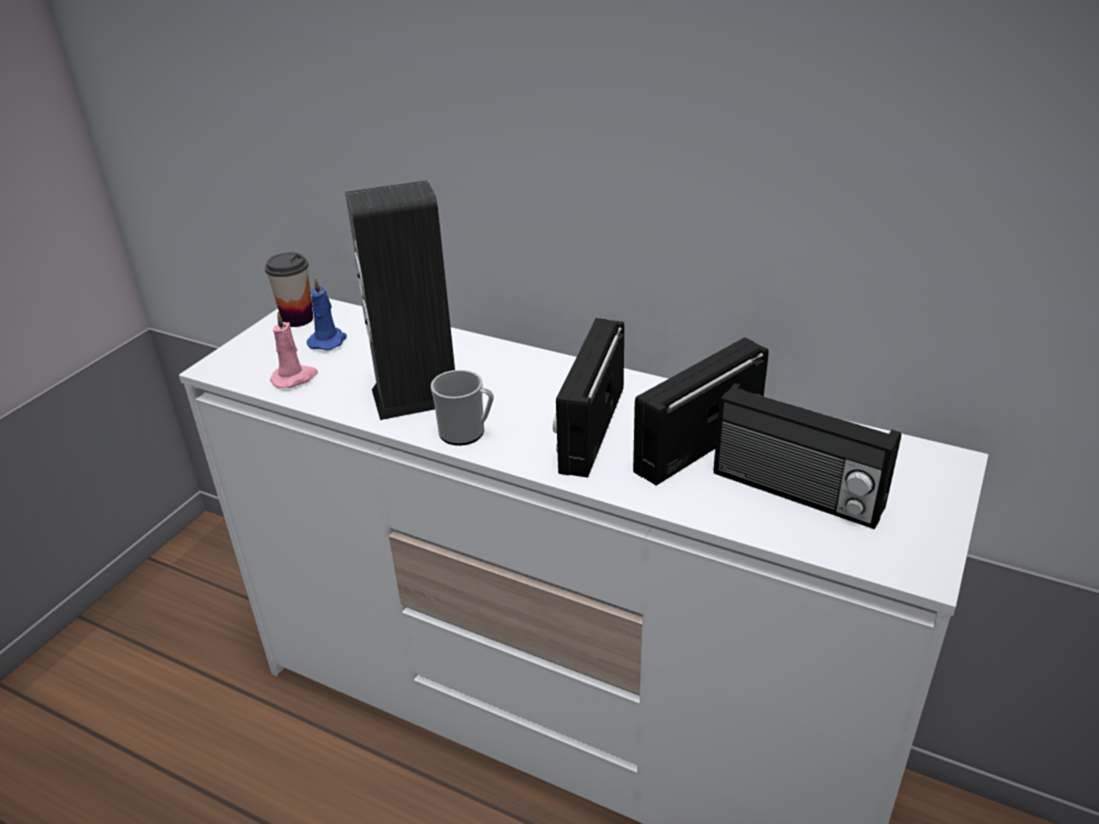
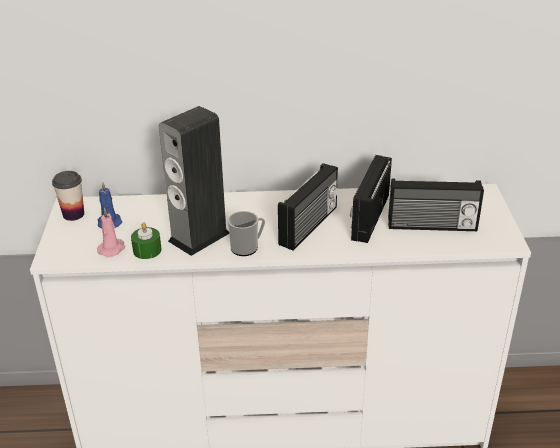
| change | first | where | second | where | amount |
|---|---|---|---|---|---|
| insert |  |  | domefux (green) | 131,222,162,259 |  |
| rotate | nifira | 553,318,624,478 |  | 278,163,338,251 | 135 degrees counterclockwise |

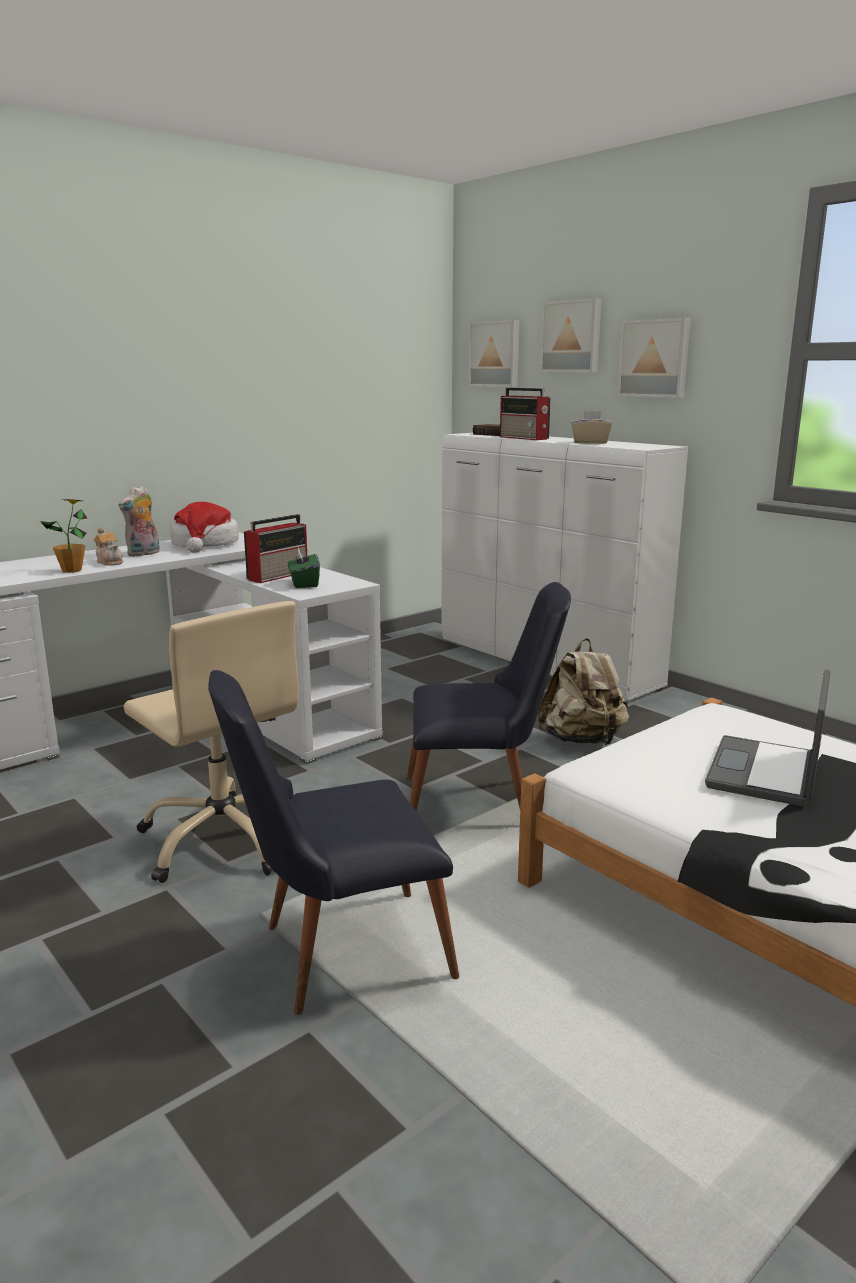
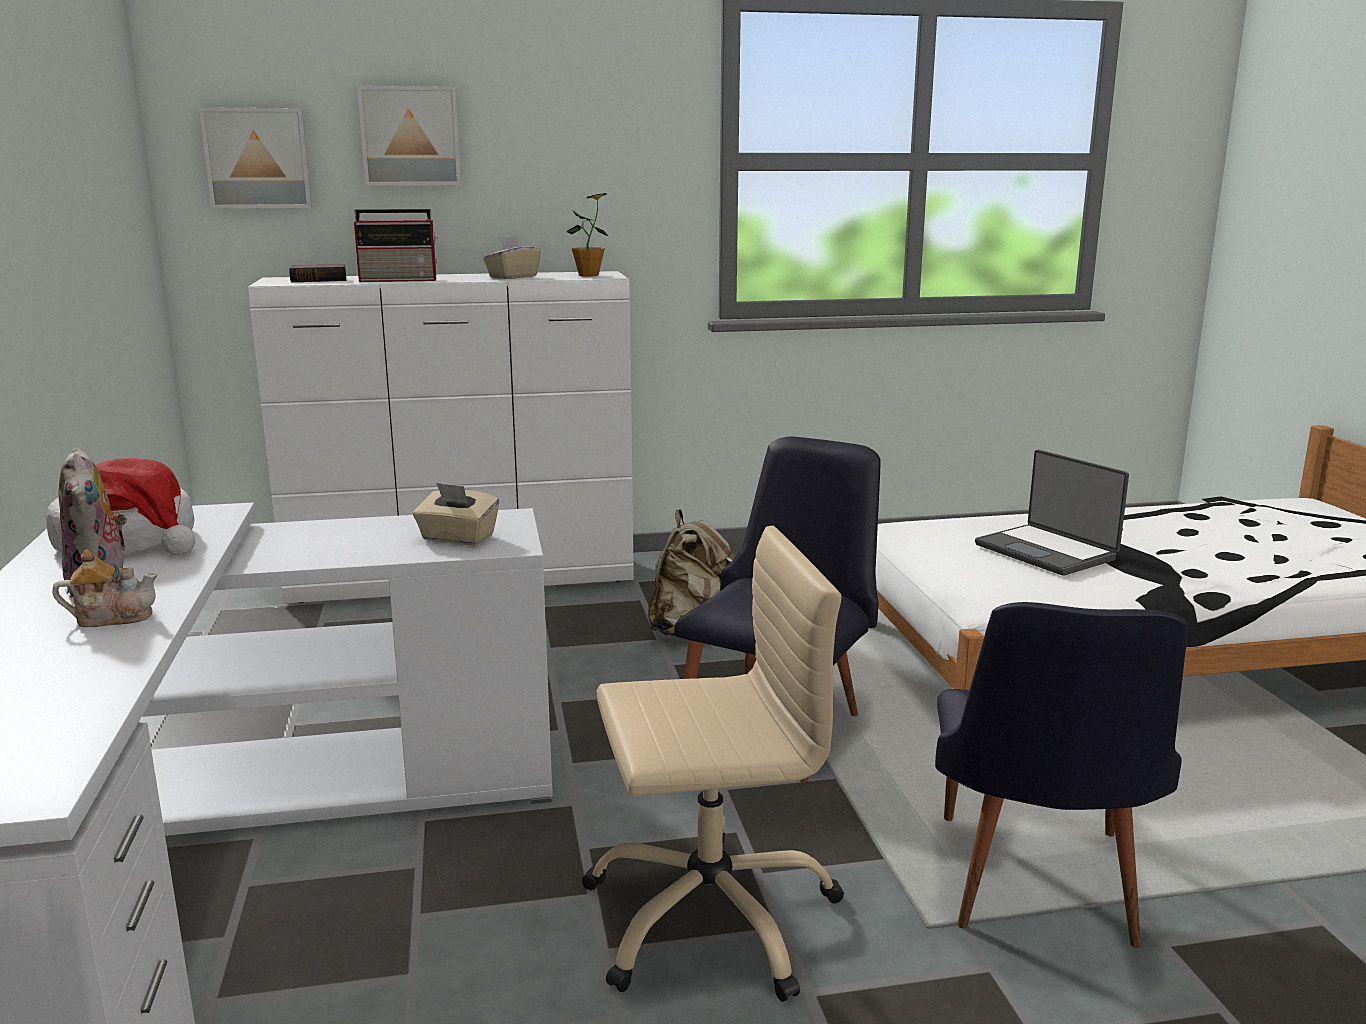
| change | first | where | second | where | amount |
|---|---|---|---|---|---|
| delete | nifira | 244,514,307,583 |  |  |  |
| delete | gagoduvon | 617,318,691,398 |  |  |  |
| move | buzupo | 40,499,87,573 |  | 566,193,609,277 |  |
| recolor | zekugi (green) | 288,548,320,588 | zekugi (beige) | 413,483,499,545 |  |

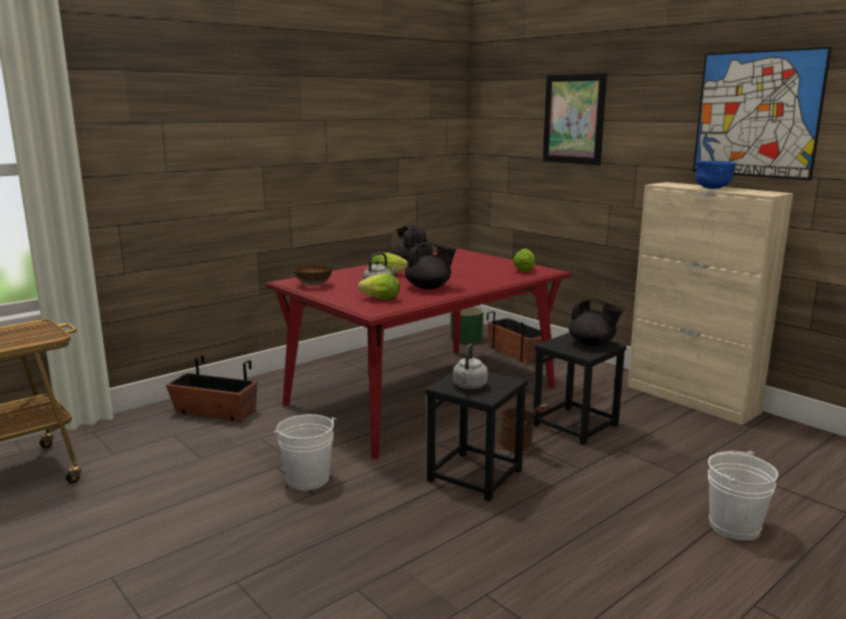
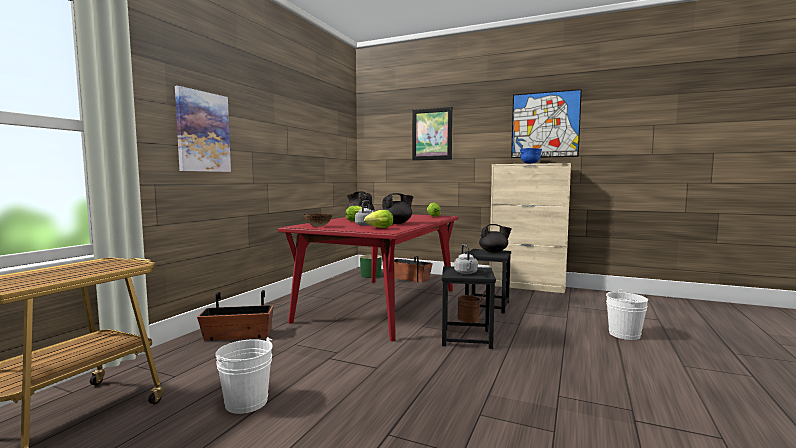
| change | first | where | second | where | amount |
|---|---|---|---|---|---|
| insert |  |  | gagoduvon | 175,86,231,172 |  |
| move | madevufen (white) | 274,414,337,490 |  | 215,337,273,414 |  |

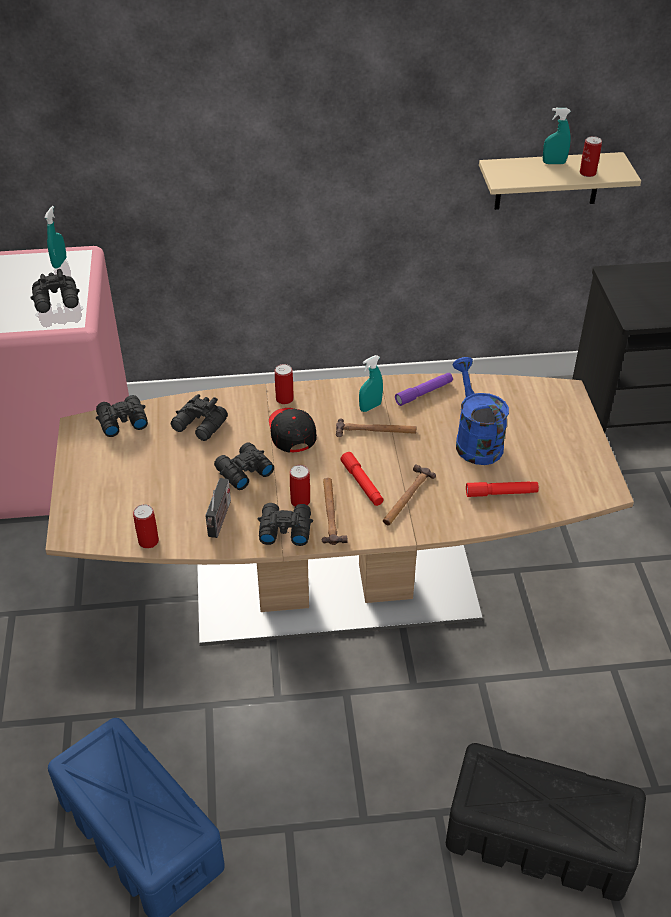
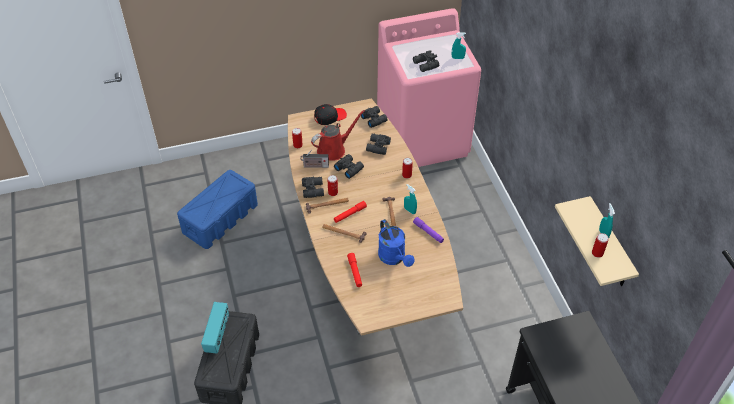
| change | first | where | second | where | amount |
|---|---|---|---|---|---|
| insert |  |  | nifira | 201,302,229,354 |  |
| insert |  |  | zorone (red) | 311,110,365,161 |  |
| move | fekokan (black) | 269,408,317,453 |  | 314,104,347,125 |  |
| rotate | zorone (blue) | 453,357,509,465 |  | 378,219,414,267 | 90 degrees clockwise |

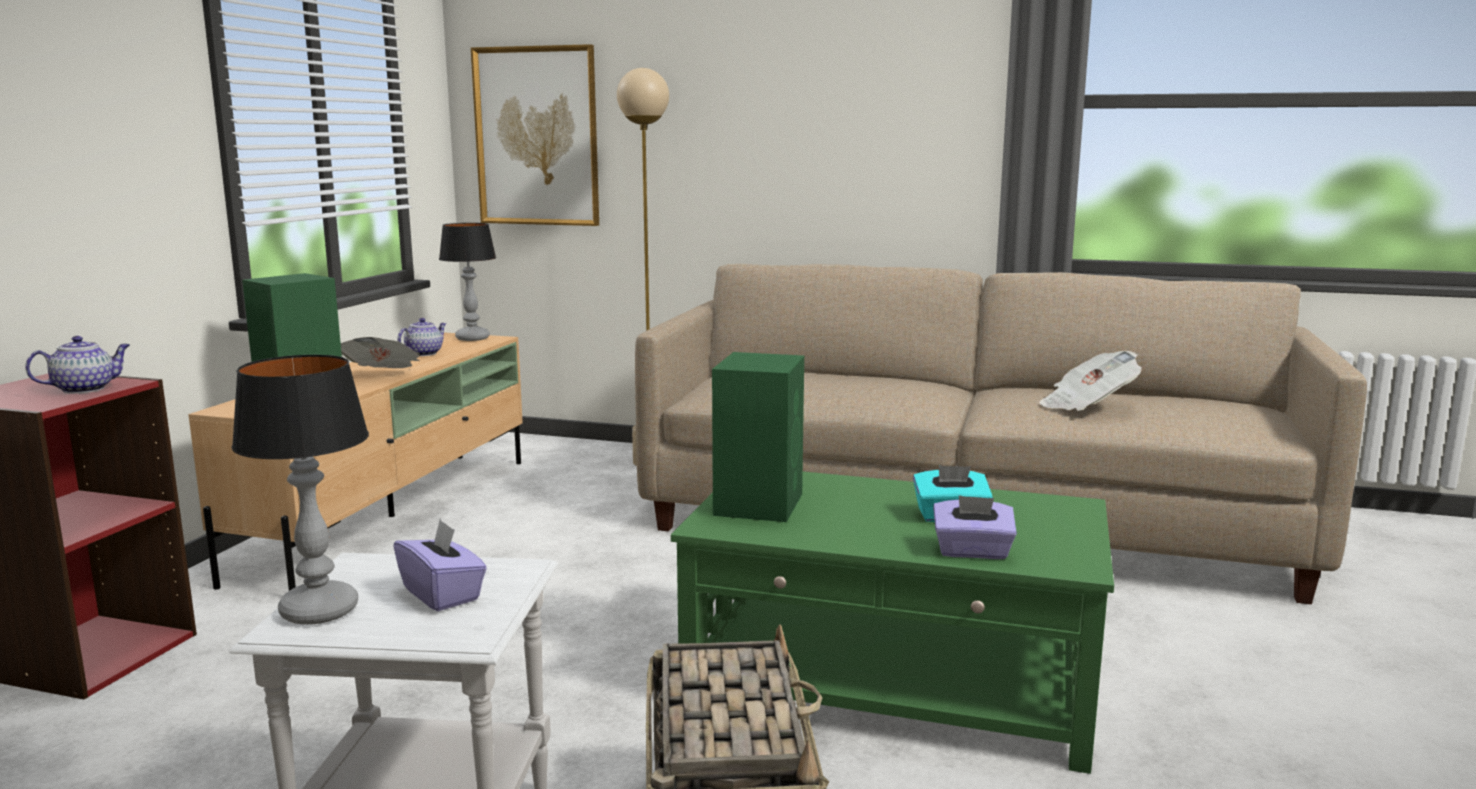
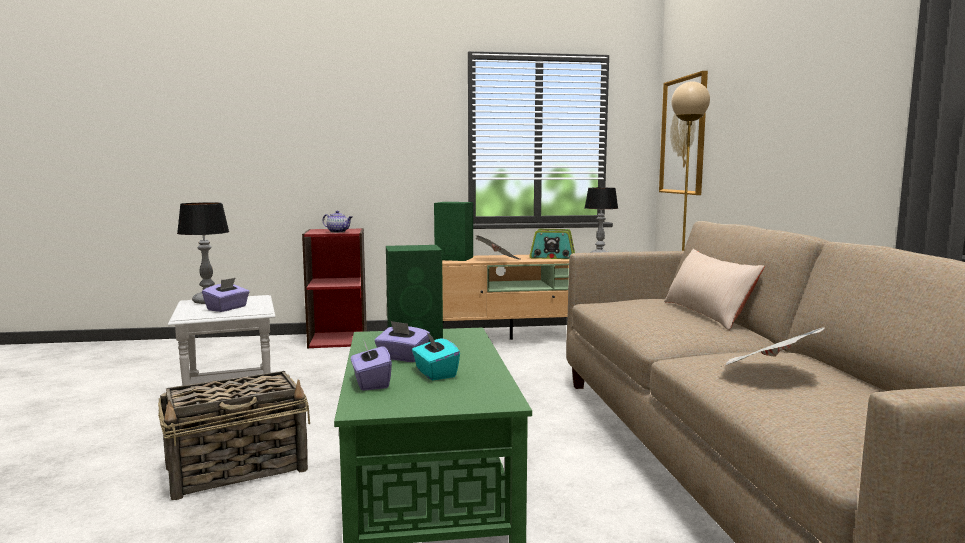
| change | first | where | second | where | amount |
|---|---|---|---|---|---|
| insert |  |  | zekugi (purple) | 375,321,430,362 |  |
| insert |  |  | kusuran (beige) | 664,249,764,330 |  |
| replace | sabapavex | 397,318,447,356 | nifira | 529,229,575,259 |  |

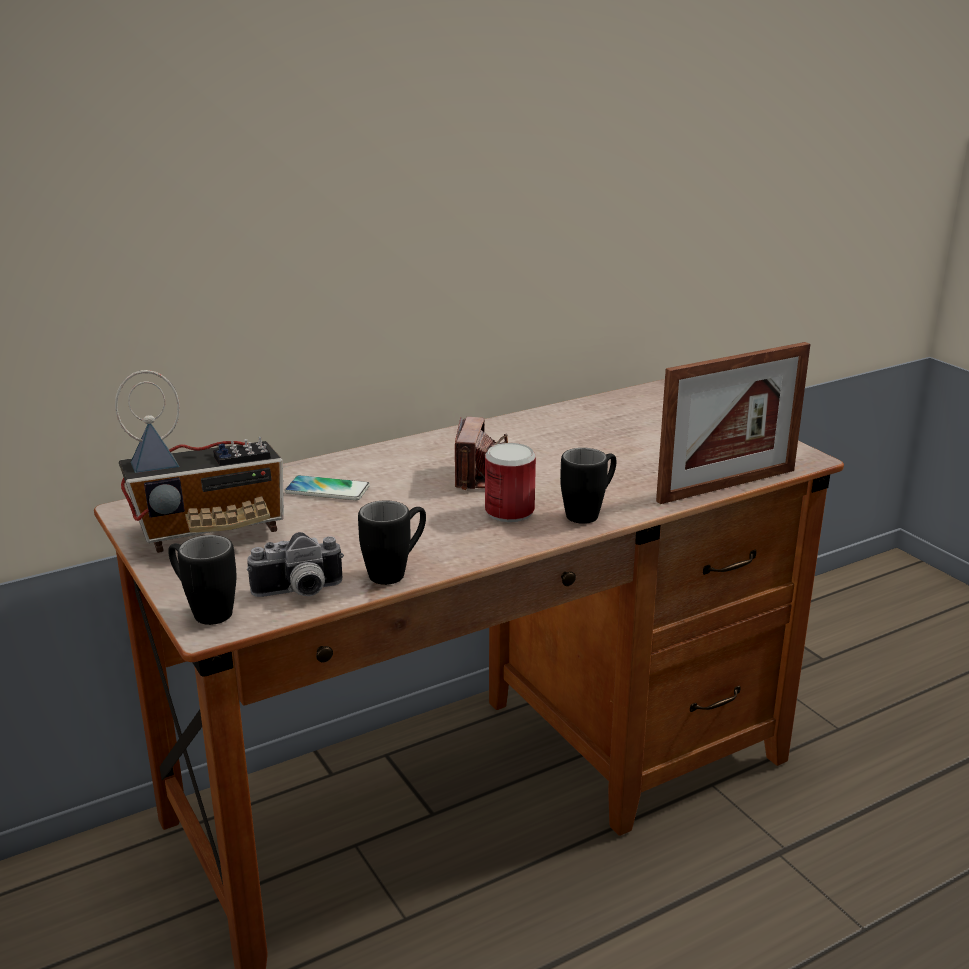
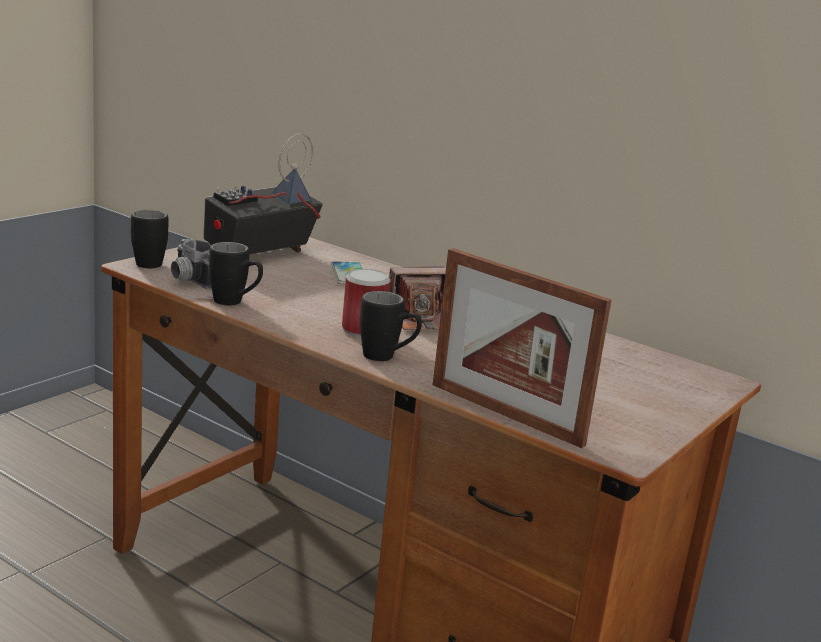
| change | first | where | second | where | amount |
|---|---|---|---|---|---|
| rotate | nifira | 115,370,284,553 |  | 203,133,323,254 | 90 degrees clockwise |

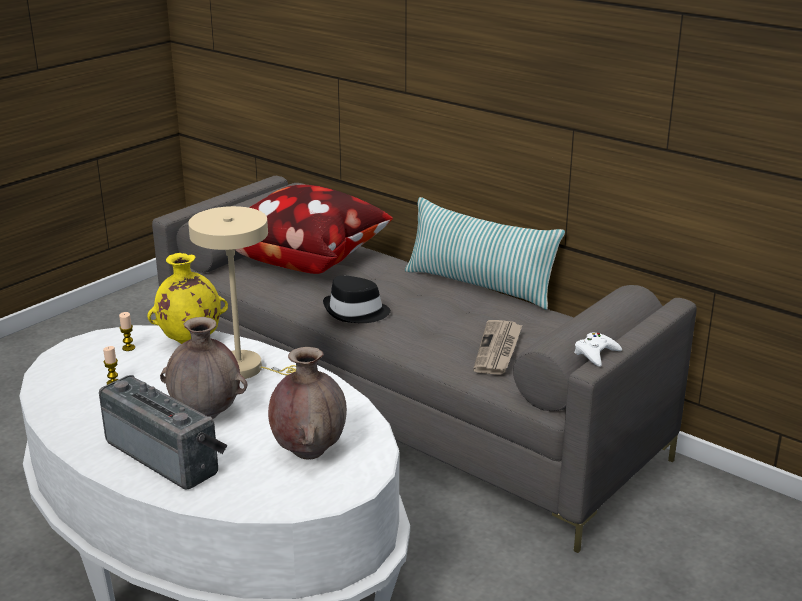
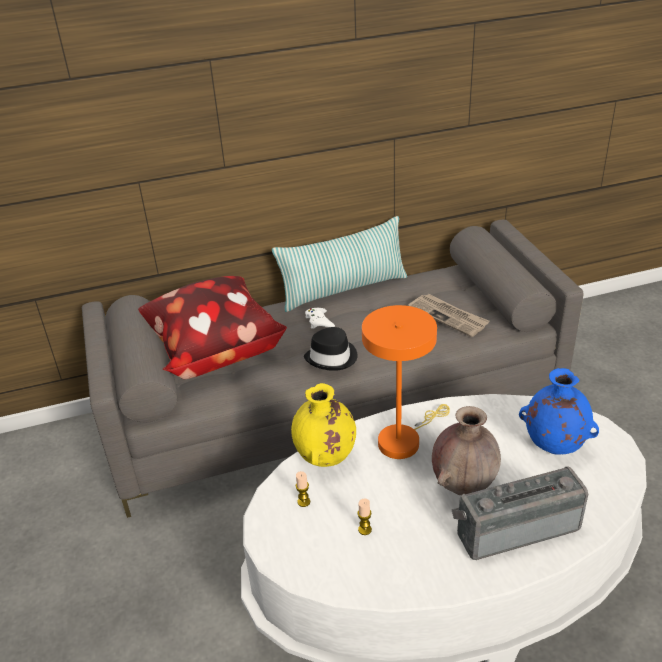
| change | first | where | second | where | amount |
|---|---|---|---|---|---|
| move | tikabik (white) | 574,332,622,367 |  | 305,308,335,329 |  |
| recolor | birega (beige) | 188,206,296,379 | birega (orange) | 362,305,450,459 |  |
| recolor | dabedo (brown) | 268,347,347,460 | dabedo (blue) | 519,368,599,455 |  |

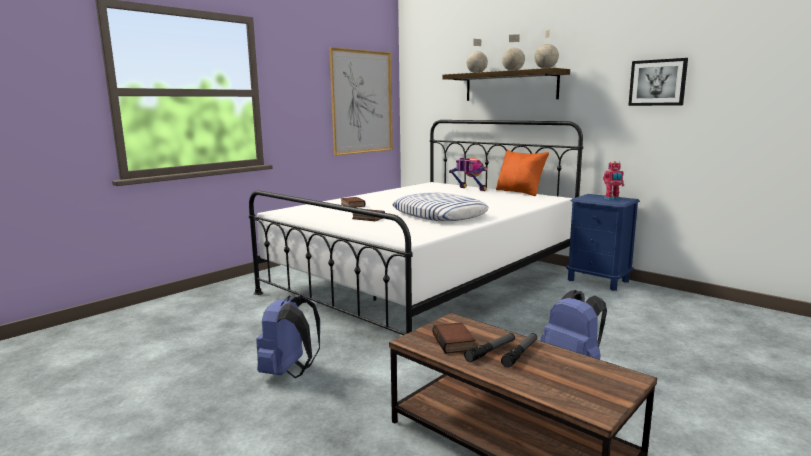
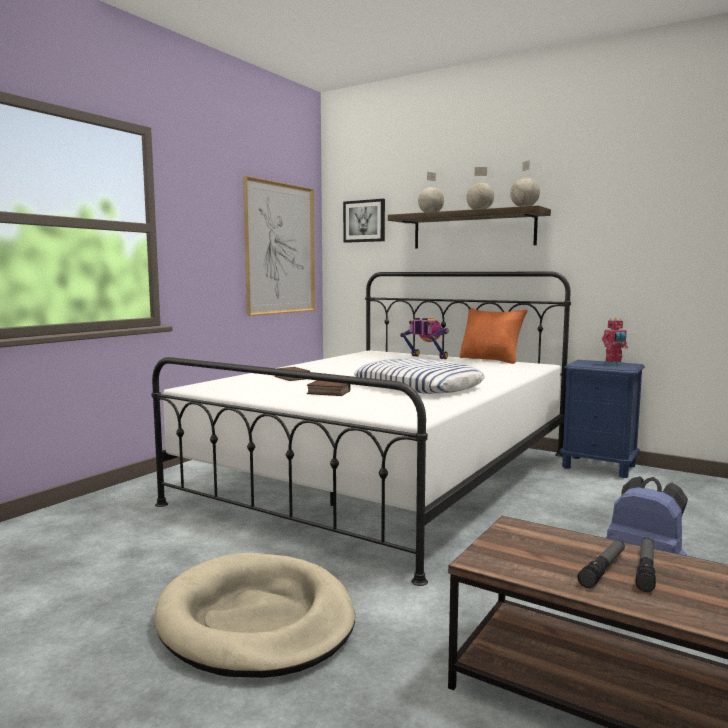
| change | first | where | second | where | amount |
|---|---|---|---|---|---|
| delete | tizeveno | 433,322,476,354 |  |  |  |
| move | gagoduvon | 628,58,688,106 |  | 343,199,385,243 |  |
| replace | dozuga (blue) | 256,296,320,378 | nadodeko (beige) | 154,553,355,678 |  |

